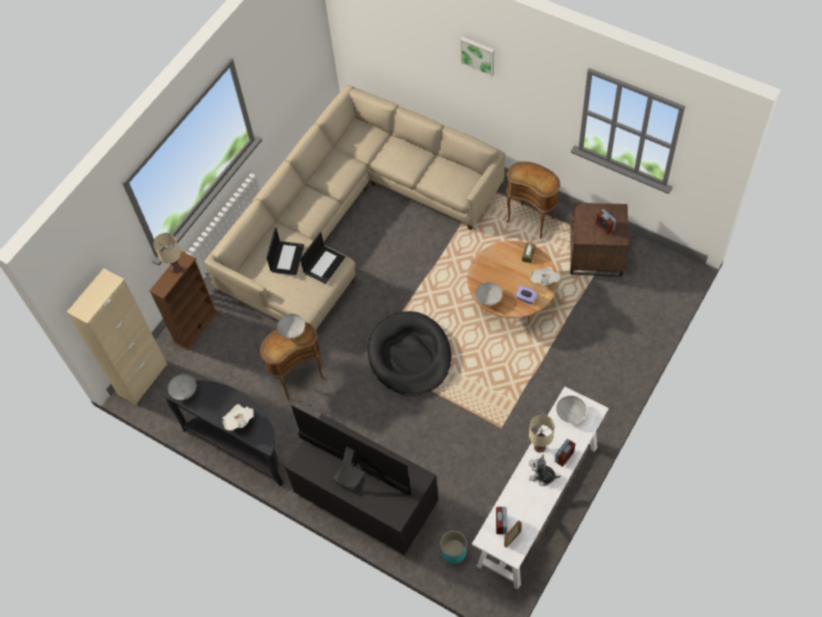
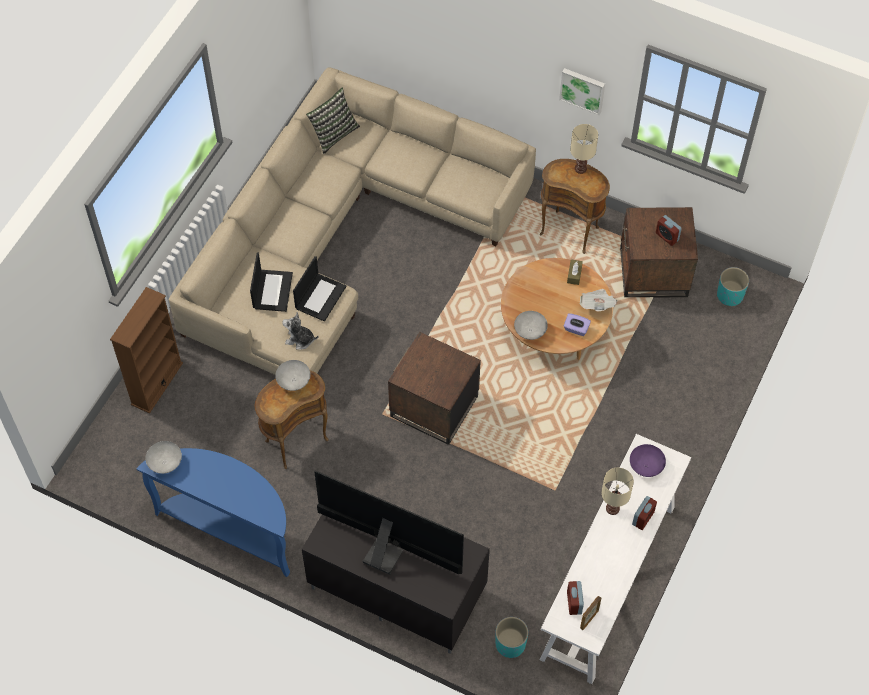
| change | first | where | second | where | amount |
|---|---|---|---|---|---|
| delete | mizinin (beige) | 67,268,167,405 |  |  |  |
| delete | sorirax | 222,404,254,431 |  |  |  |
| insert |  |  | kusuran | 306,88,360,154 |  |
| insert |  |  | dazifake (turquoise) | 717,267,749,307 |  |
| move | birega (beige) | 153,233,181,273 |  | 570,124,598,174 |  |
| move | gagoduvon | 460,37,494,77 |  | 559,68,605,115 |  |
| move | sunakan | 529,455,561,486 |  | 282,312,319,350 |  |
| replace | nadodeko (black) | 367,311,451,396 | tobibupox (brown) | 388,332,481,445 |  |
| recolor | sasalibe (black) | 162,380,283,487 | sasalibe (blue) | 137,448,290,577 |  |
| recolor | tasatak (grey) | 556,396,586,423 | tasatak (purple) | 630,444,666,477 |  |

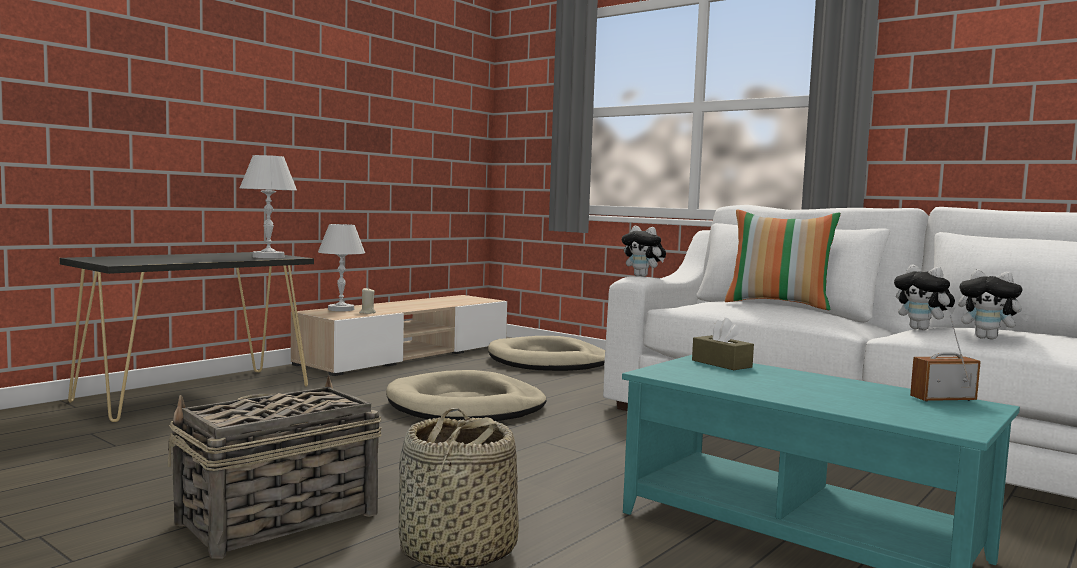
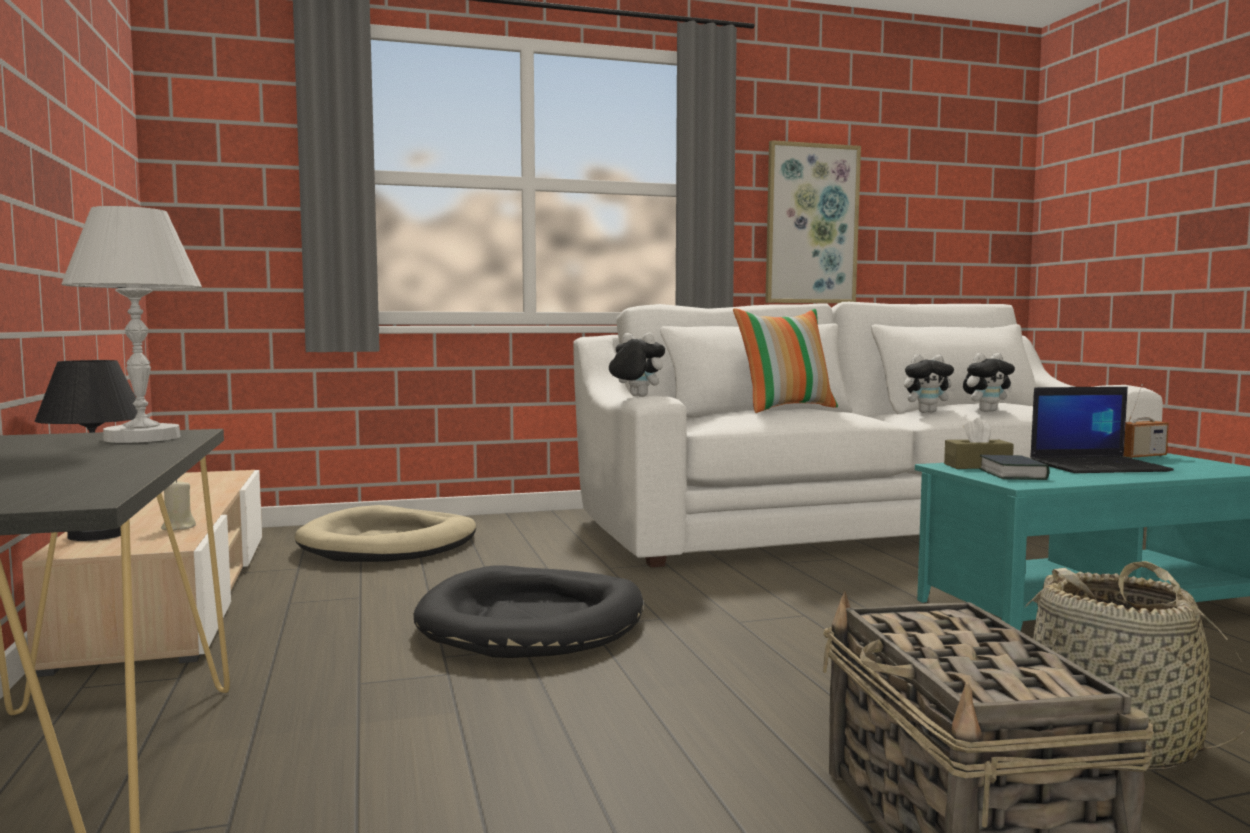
| change | first | where | second | where | amount |
|---|---|---|---|---|---|
| insert |  |  | gagoduvon | 765,140,861,303 |  |
| insert |  |  | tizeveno | 979,455,1049,480 |  |
| insert |  |  | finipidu | 1030,387,1174,473 |  |
| recolor | birega (white) | 318,224,365,311 | birega (black) | 35,360,137,541 |  |
| recolor | nadodeko (beige) | 386,370,547,421 | nadodeko (black) | 413,565,643,658 |  |
| rotate | sunakan | 622,226,666,277 |  | 609,333,665,397 | 135 degrees counterclockwise |
| rotate | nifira | 910,315,981,402 |  | 1124,384,1169,458 | 135 degrees counterclockwise |

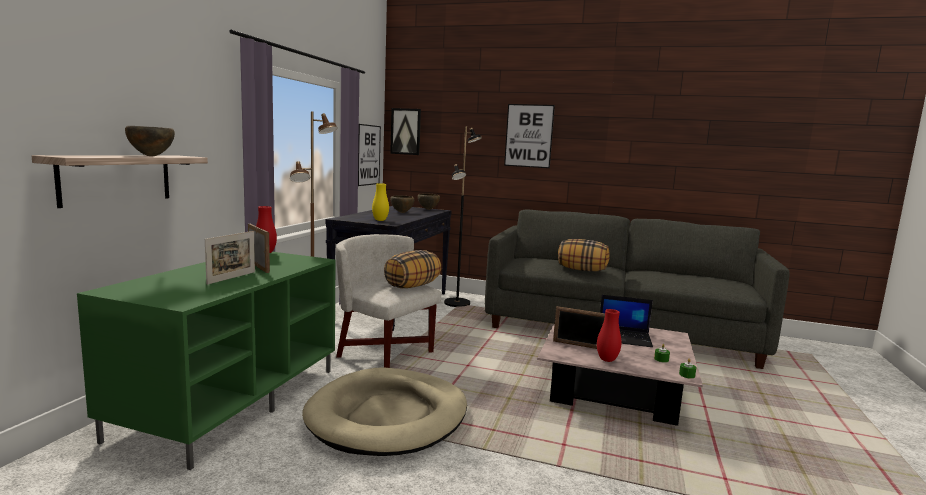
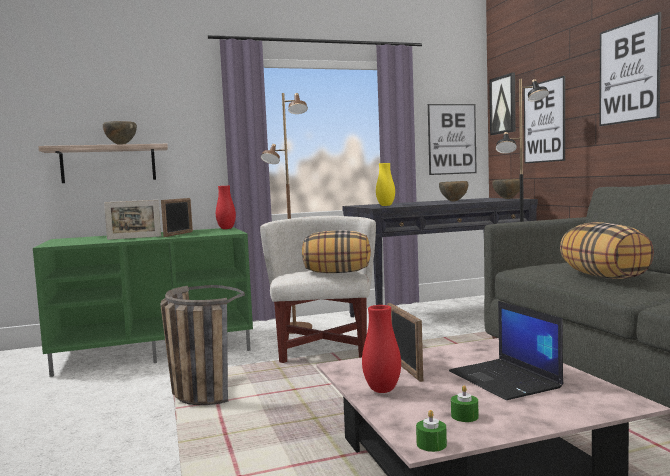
| change | first | where | second | where | amount |
|---|---|---|---|---|---|
| insert |  |  | gagoduvon | 524,76,565,164 |  |
| replace | nadodeko (beige) | 302,367,467,456 | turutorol | 160,285,245,405 |  |

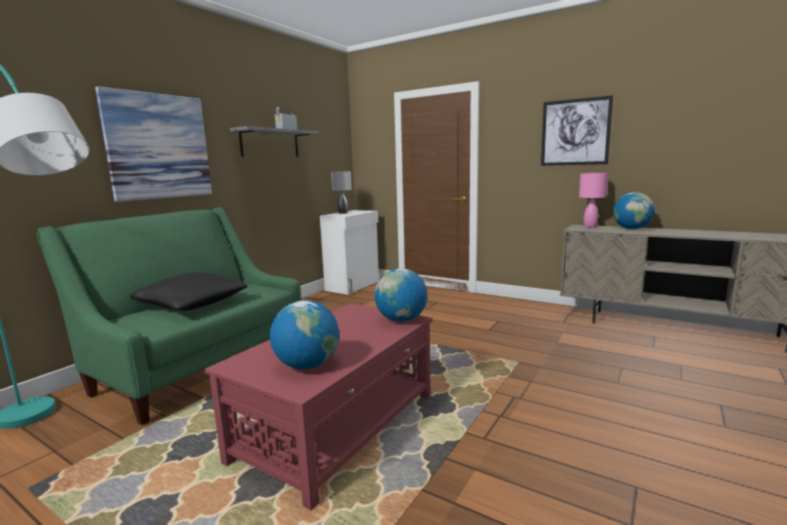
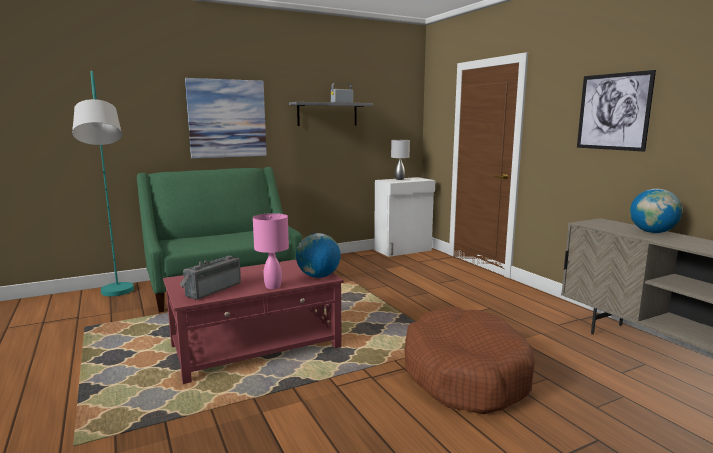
| change | first | where | second | where | amount |
|---|---|---|---|---|---|
| delete | kusuran (black) | 131,272,248,311 |  |  |  |
| insert |  |  | nadodeko (brown) | 404,307,535,414 |  |
| move | birega (pink) | 579,172,608,228 |  | 253,213,289,289 |  |
| replace | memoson | 270,300,339,369 | nifira | 180,256,241,300 |  |

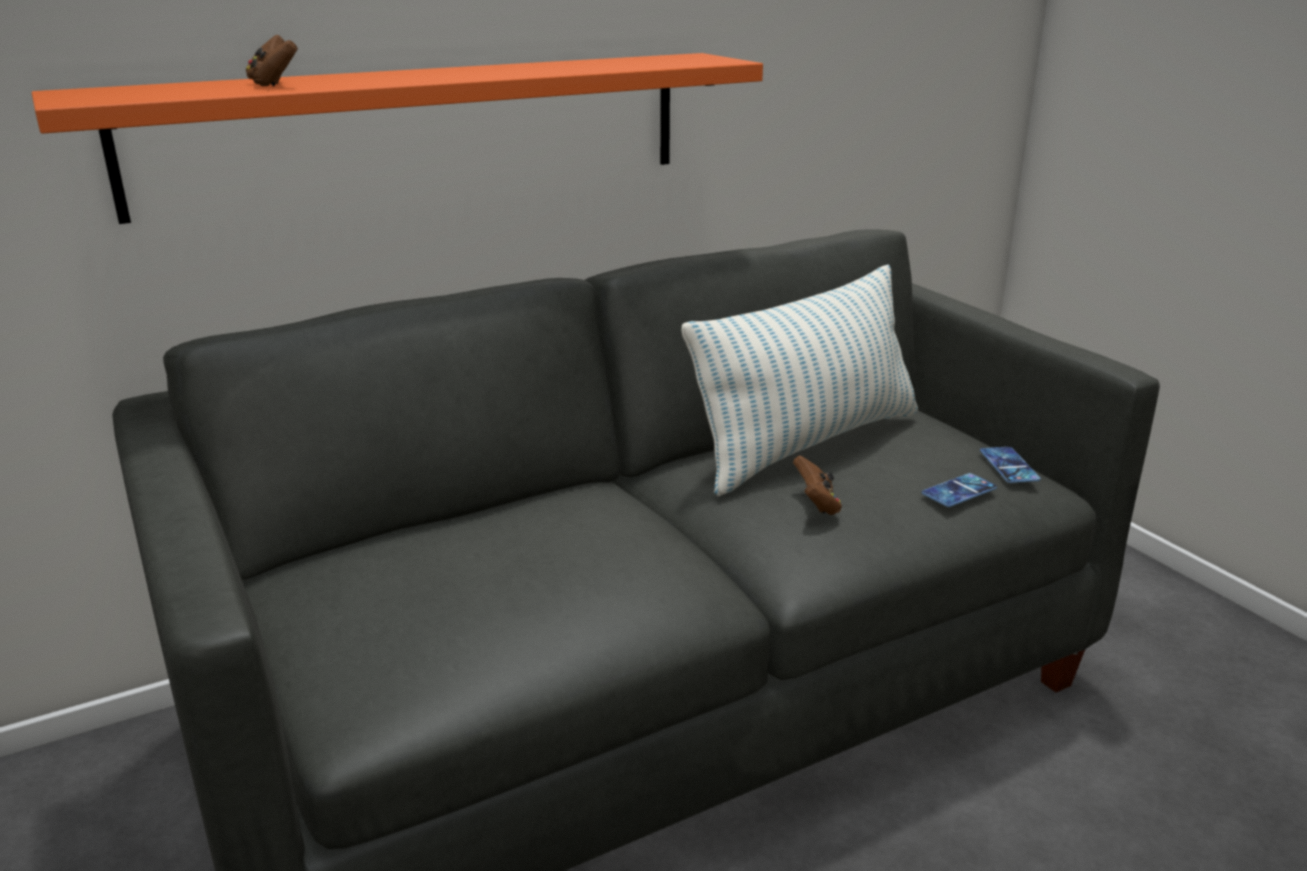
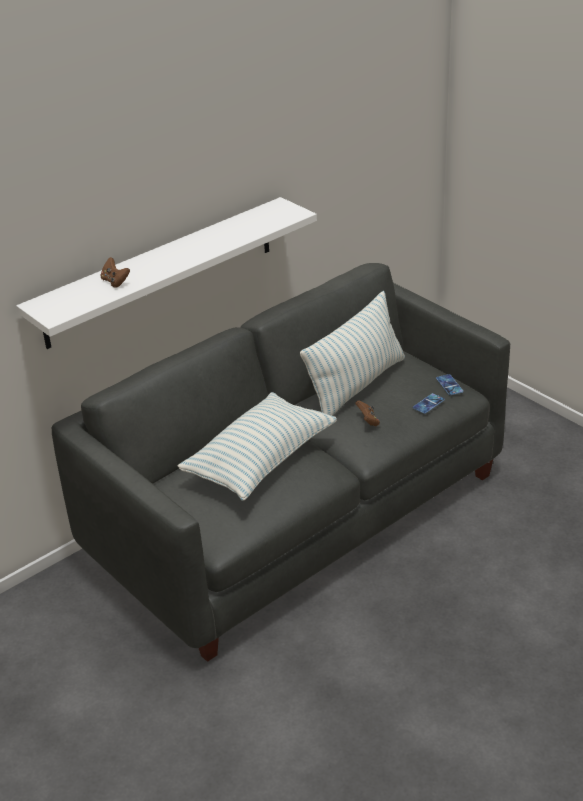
| change | first | where | second | where | amount |
|---|---|---|---|---|---|
| insert |  |  | kusuran | 178,392,337,501 |  |
| recolor | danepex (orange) | 32,53,763,224 | danepex (white) | 16,197,317,349 |  |

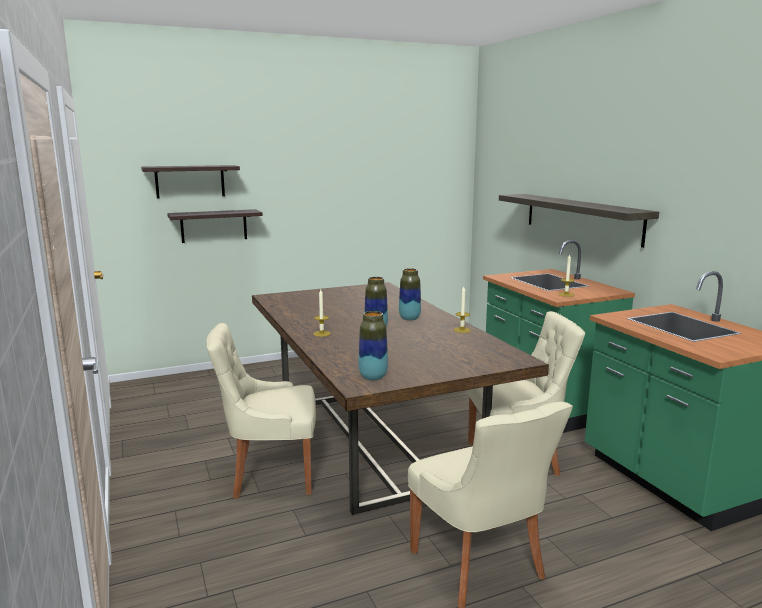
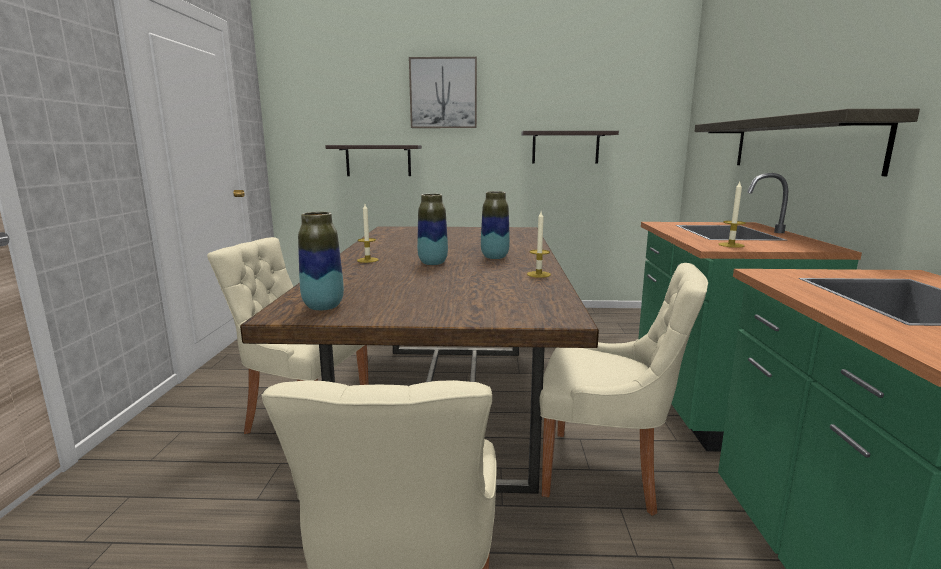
| change | first | where | second | where | amount |
|---|---|---|---|---|---|
| insert |  |  | gagoduvon | 409,57,477,128 |  |
| move | danepex | 141,165,240,199 |  | 521,131,619,163 |  |

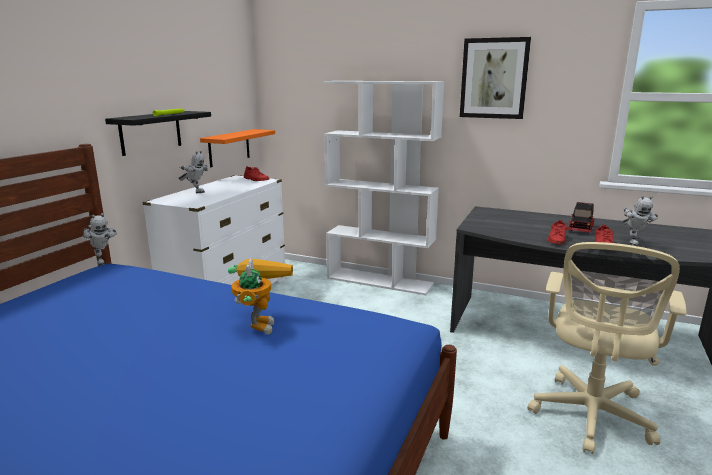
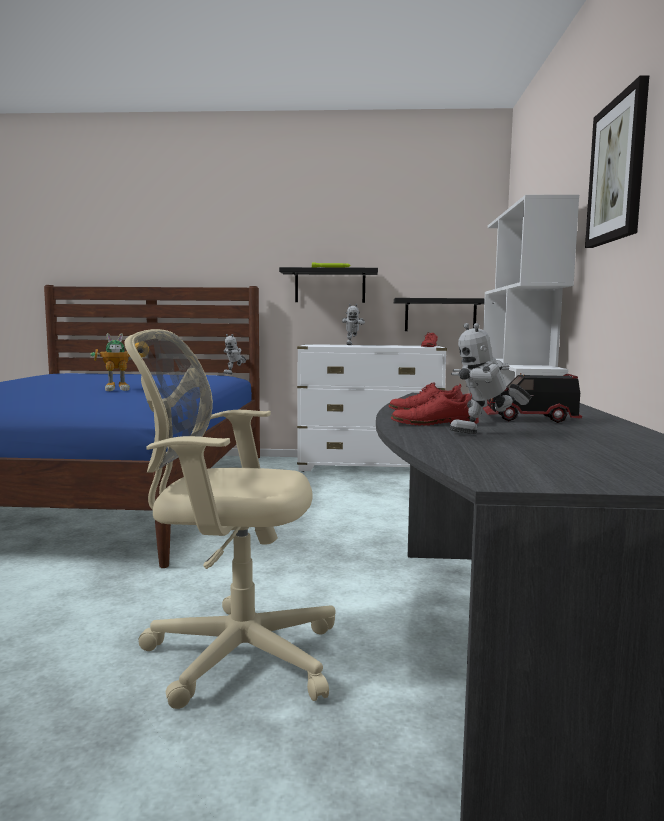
| change | first | where | second | where | amount |
|---|---|---|---|---|---|
| recolor | danepex (orange) | 200,129,275,167 | danepex (black) | 394,298,485,331 |  |

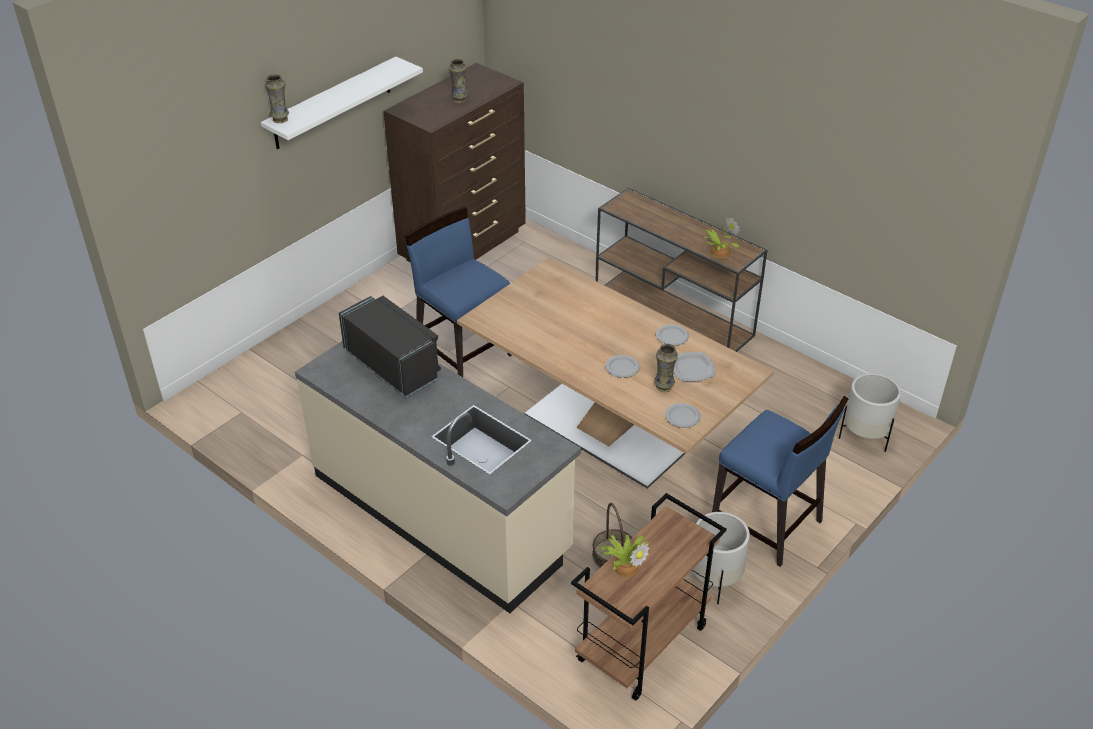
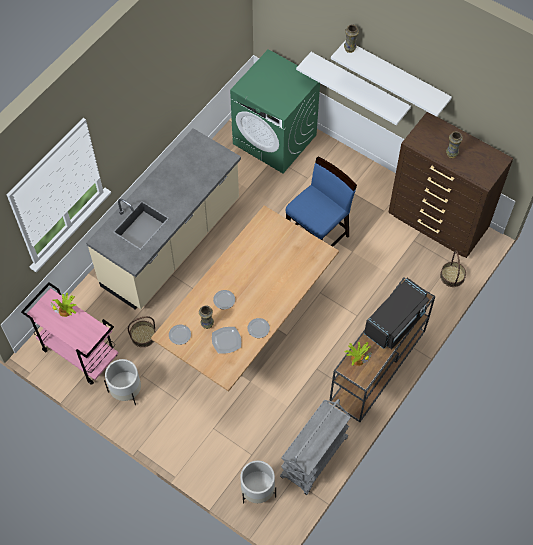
| change | first | where | second | where | amount |
|---|---|---|---|---|---|
| delete | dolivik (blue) | 712,396,848,567 |  |  |  |
| insert |  |  | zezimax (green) | 230,49,320,173 |  |
| insert |  |  | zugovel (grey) | 280,399,351,495 |  |
| insert |  |  | danepex (white) | 296,52,411,125 |  |
| insert |  |  | turutorol | 440,251,466,287 |  |
| move | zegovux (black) | 339,296,441,397 |  | 364,278,430,350 |  |
| recolor | zugovel (brown) | 571,493,727,700 | zugovel (pink) | 21,282,118,385 |  |

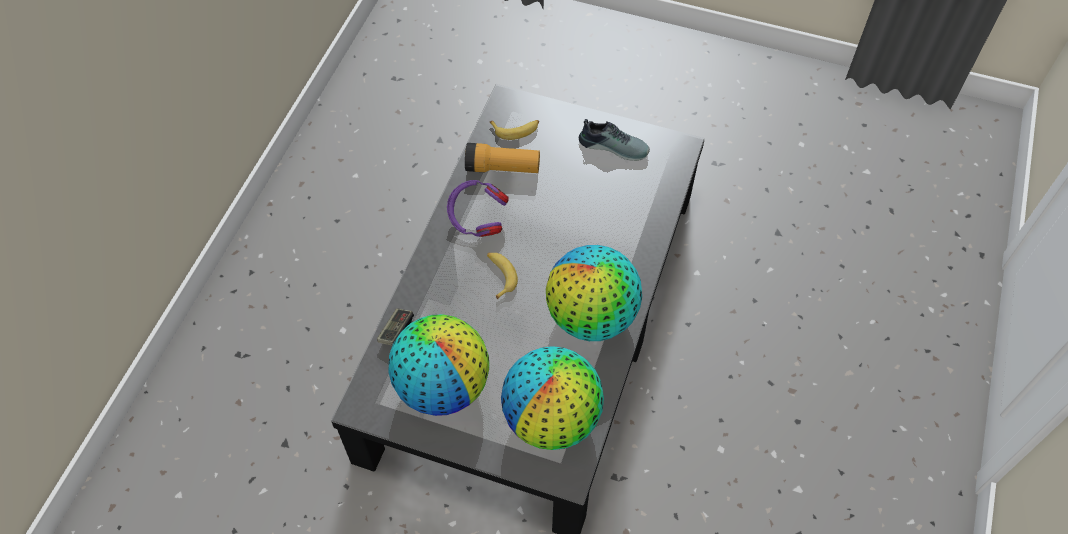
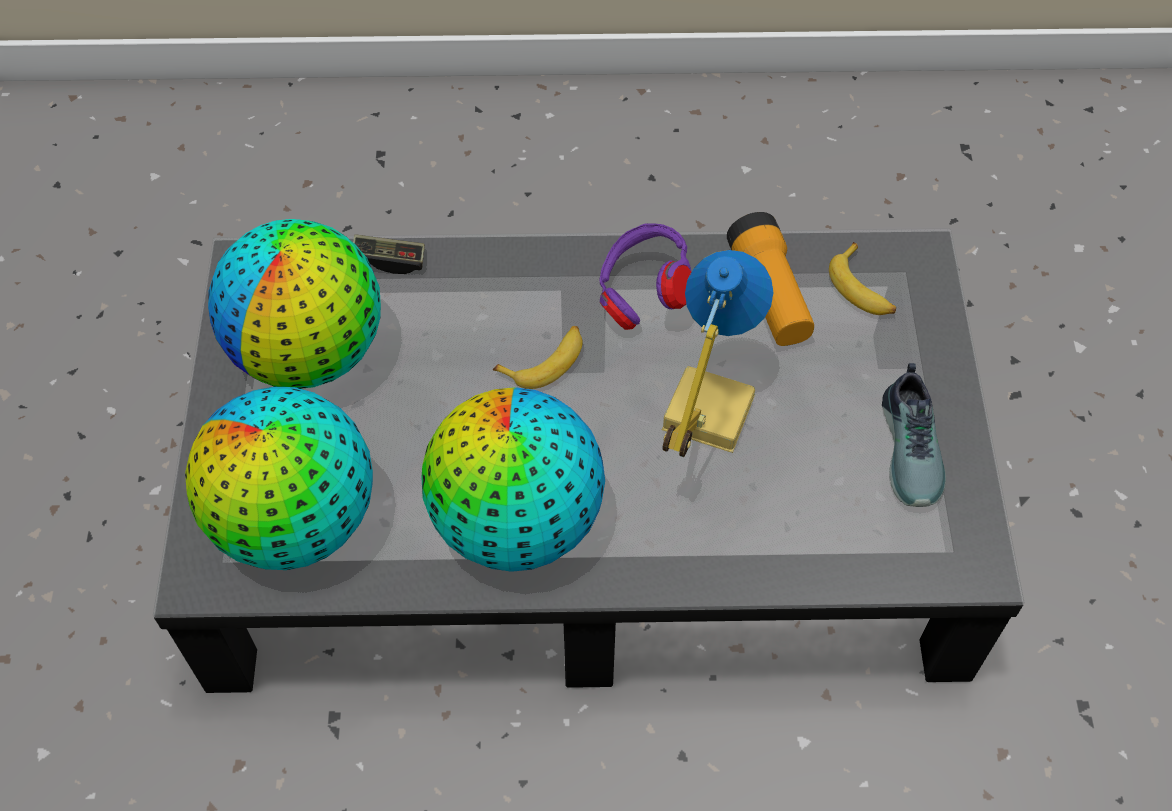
| change | first | where | second | where | amount |
|---|---|---|---|---|---|
| insert |  |  | birega | 662,250,774,457 |  |

